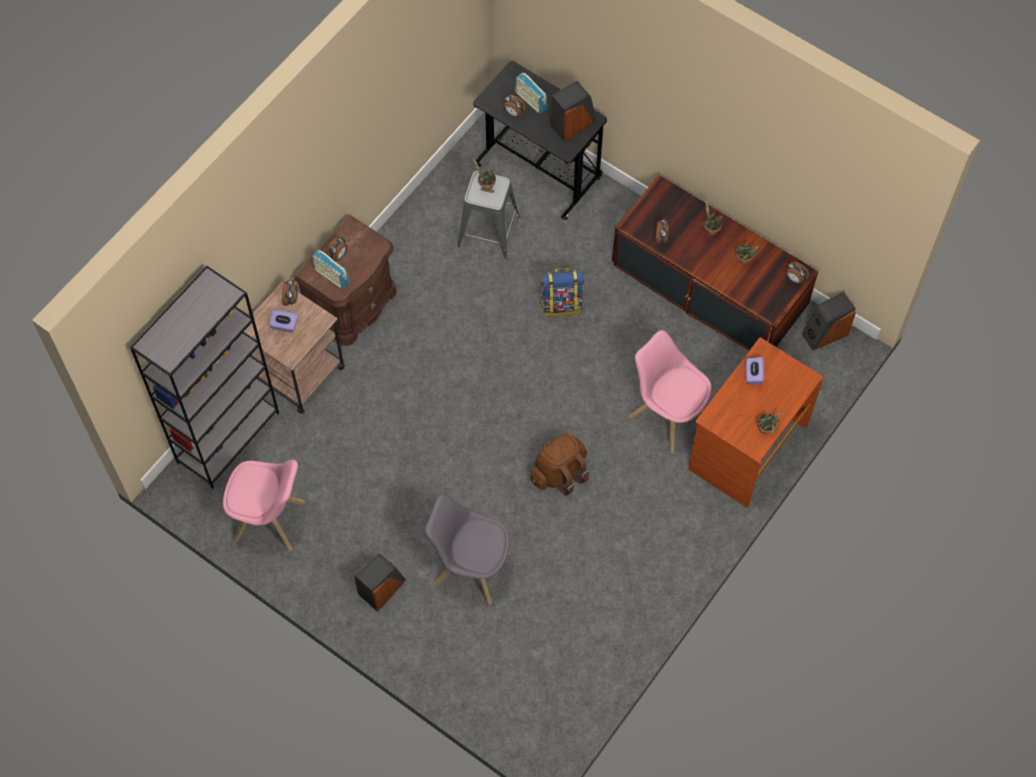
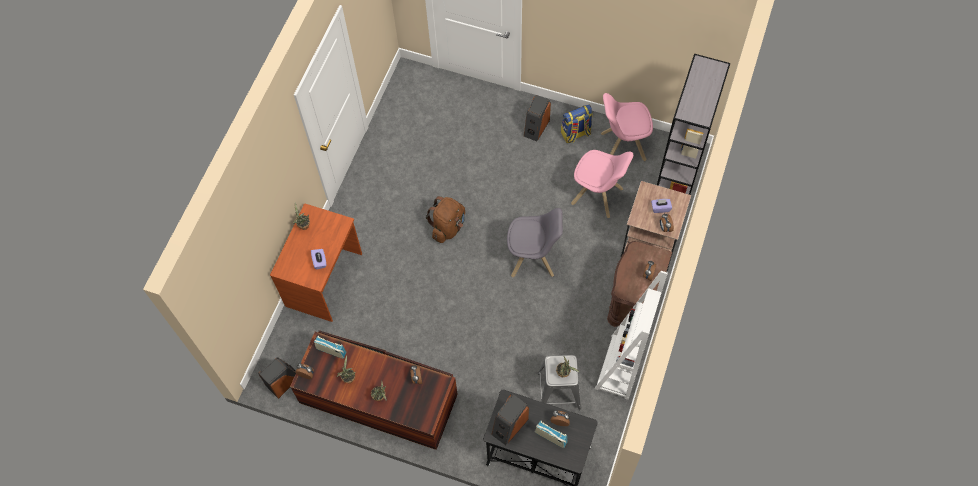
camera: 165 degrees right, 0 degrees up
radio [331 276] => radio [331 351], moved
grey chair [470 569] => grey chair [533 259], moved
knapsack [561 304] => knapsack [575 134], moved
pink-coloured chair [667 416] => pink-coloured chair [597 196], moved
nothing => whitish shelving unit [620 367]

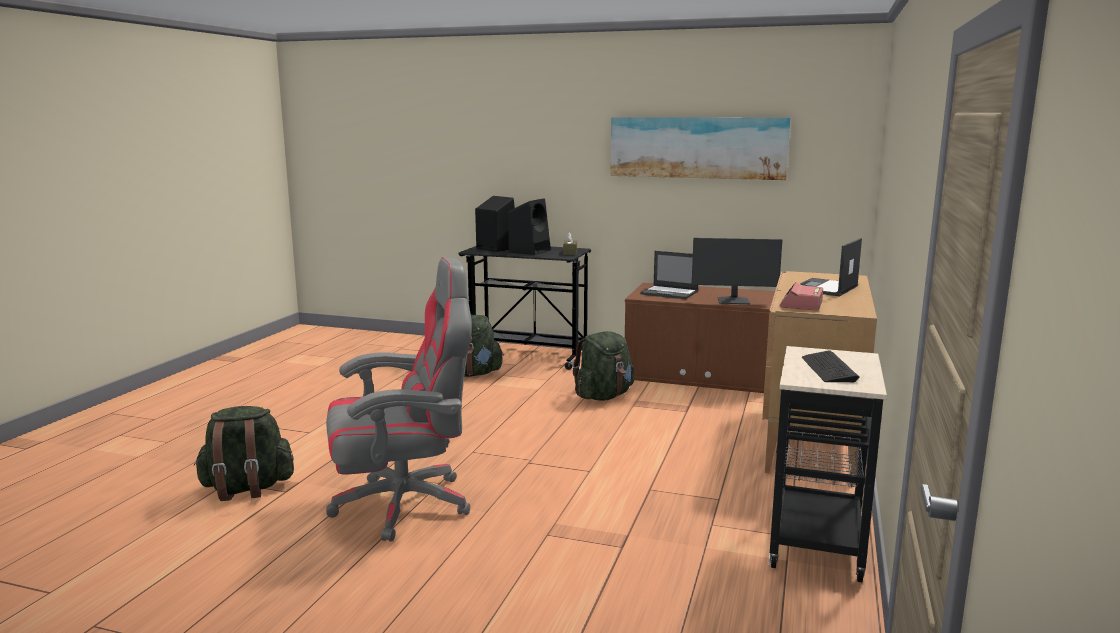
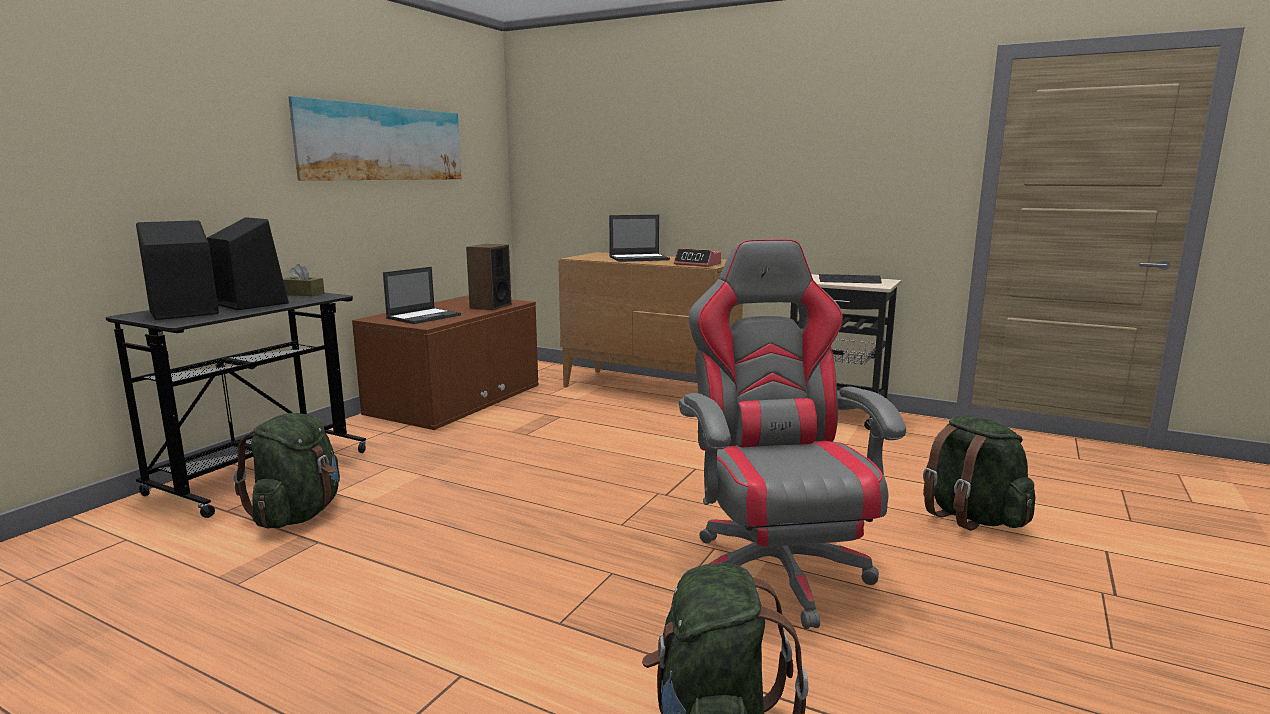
camera: 80 degrees left, 0 degrees up
green-coloured knapsack [603 396] => green-coloured knapsack [971 517], moved
computer screen [733 301] => audio speaker [490 306]
laptop [825 288] => laptop [639 258], 60 degrees counterclockwise

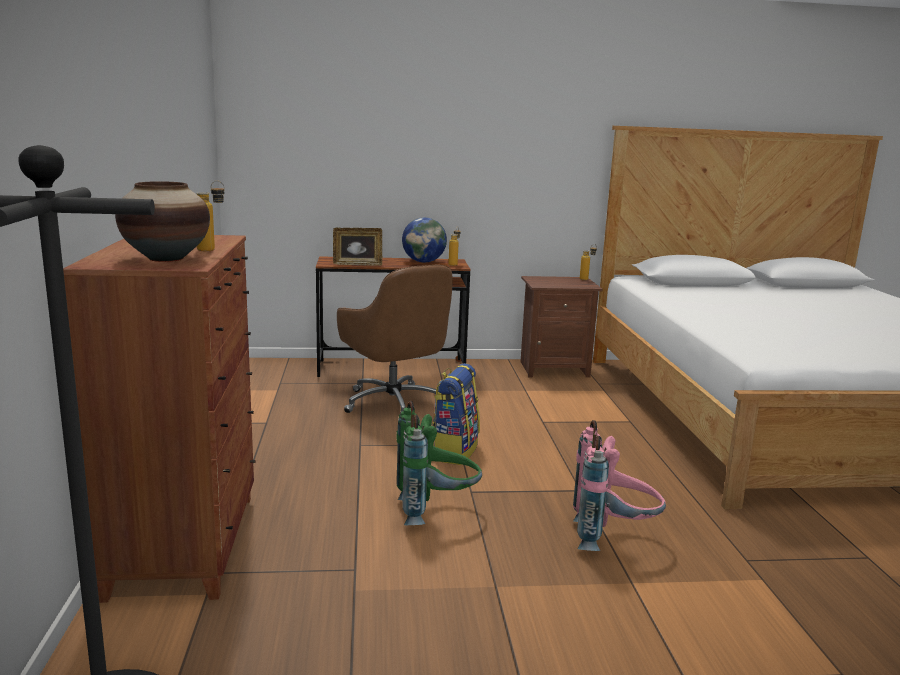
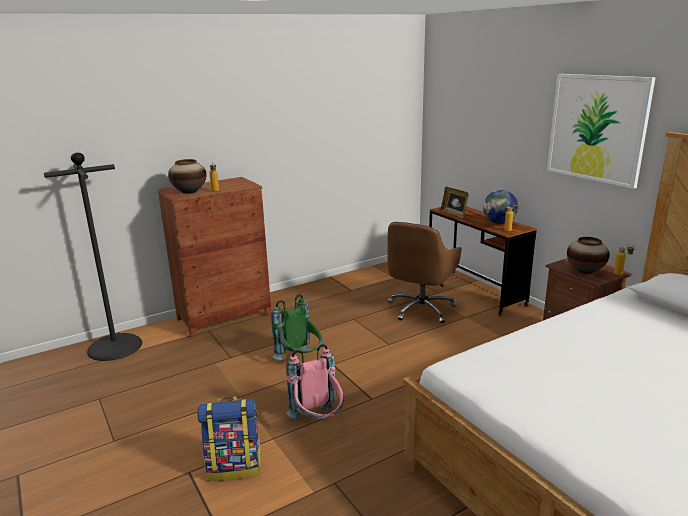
camera: 65 degrees right, 5 degrees up
knapsack [453 451] => knapsack [234 467], moved
nothing => wall picture [597 128]
nothing => vase [585 271]

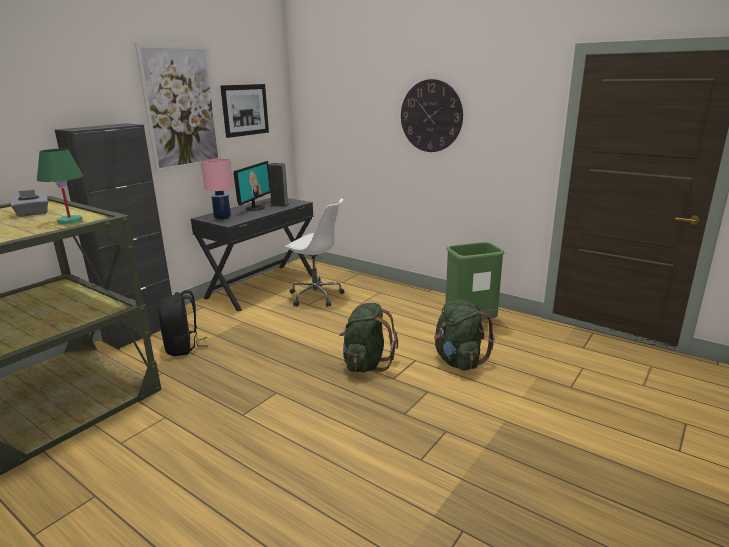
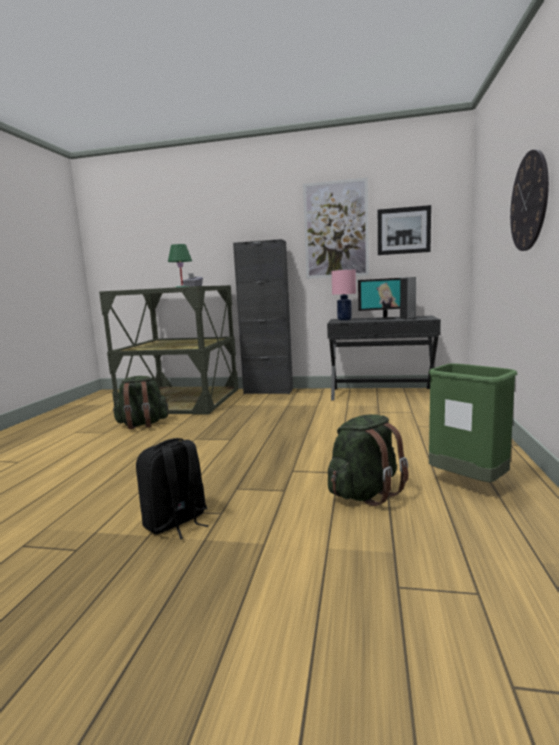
camera: 65 degrees right, 10 degrees down
black-coloured knapsack [183 347] => black-coloured knapsack [176 522], moved
whitish computer chair [317 297] => nothing
green-coloured knapsack [366 363] => green-coloured knapsack [142 424], moved

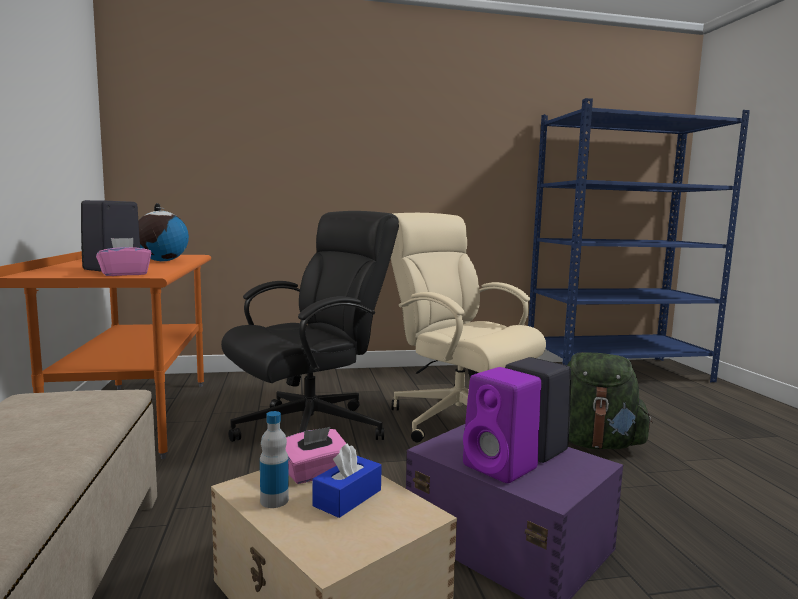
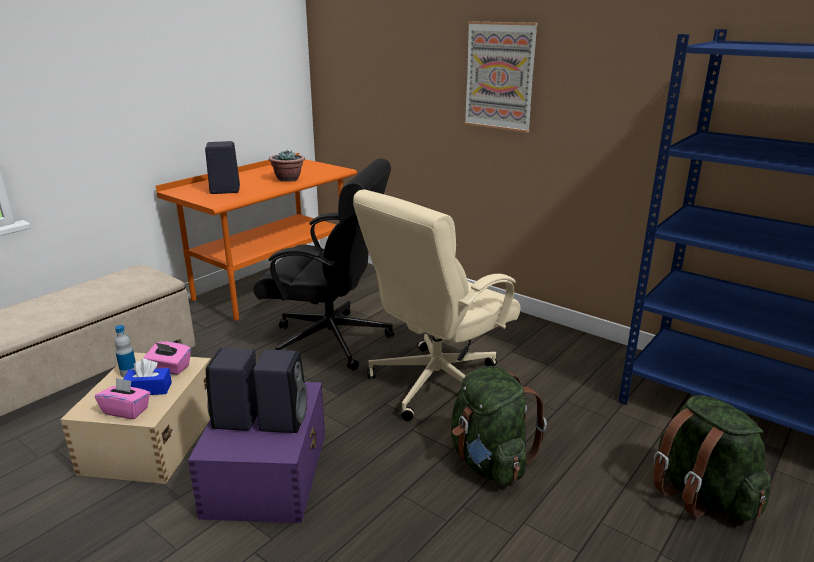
camera: 50 degrees right, 15 degrees up
pink-coloured tissue holder [124 274] => pink-coloured tissue holder [126 410], moved
desk globe [161 261] => potted plant [288 179]
beige computer chair [458 420] => beige computer chair [437 382], 135 degrees counterclockwise
purplish audio speaker [502 467] => black-coloured audio speaker [237 419]
nothing => wall picture [499 76]
nothing => green-coloured knapsack [701 494]

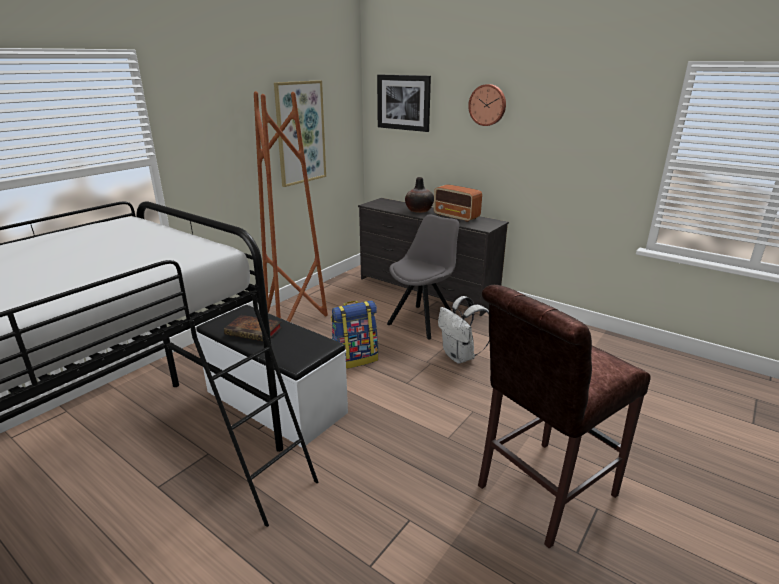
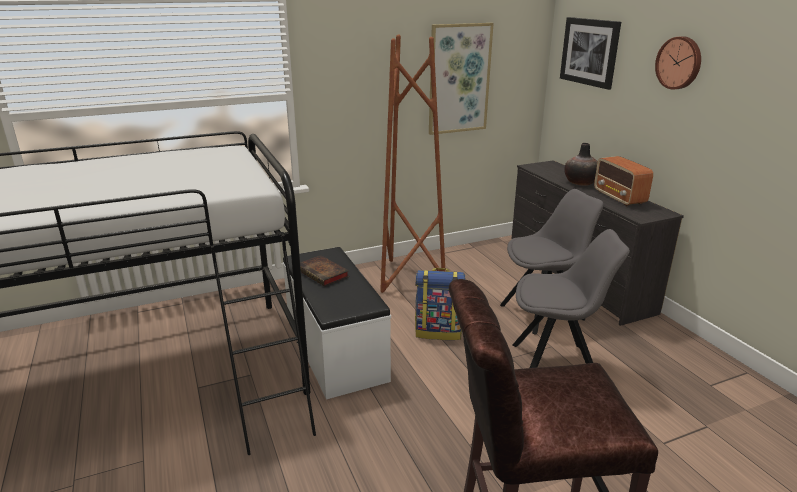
camera: 30 degrees right, 0 degrees up
whitish knapsack [460 357] => grey chair [555 364]

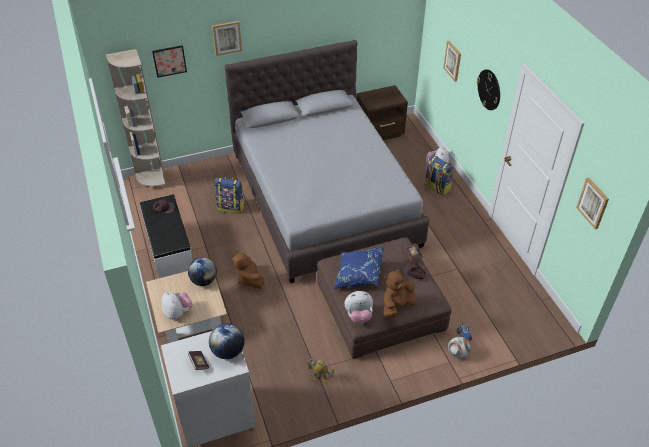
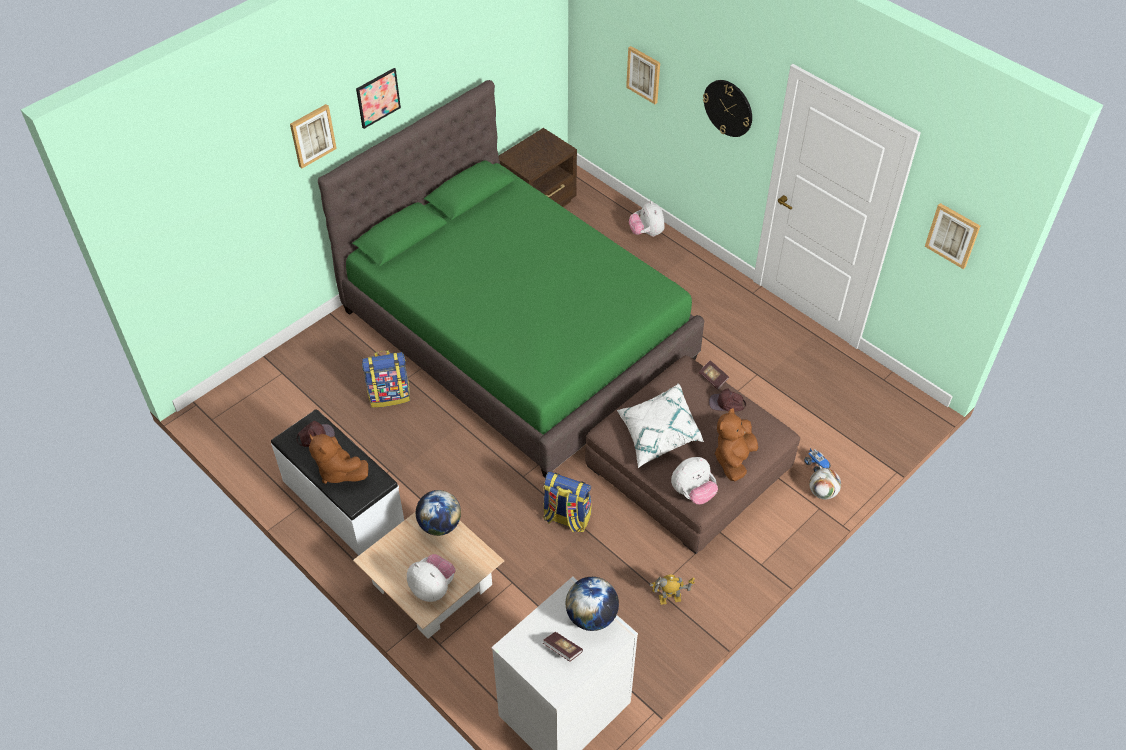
camera: 25 degrees left, 5 degrees up
beige shelving unit [152 181] => nothing
wall picture [169 61] => wall picture [378 97], moved
grey bed [323 198] => green-coloured bed [517 334]
brownish soft toy [249 279] => brownish soft toy [338 471], moved
blue-coloured throw pillow [358 275] => whitish throw pillow [657 435]
knapsack [436 188] => knapsack [566 518], moved

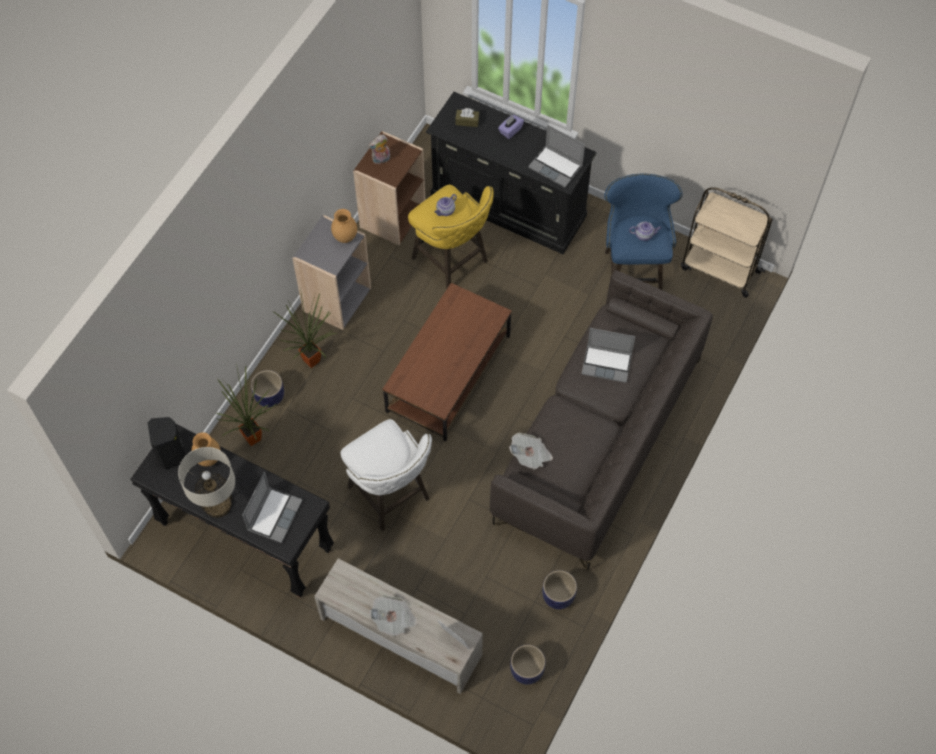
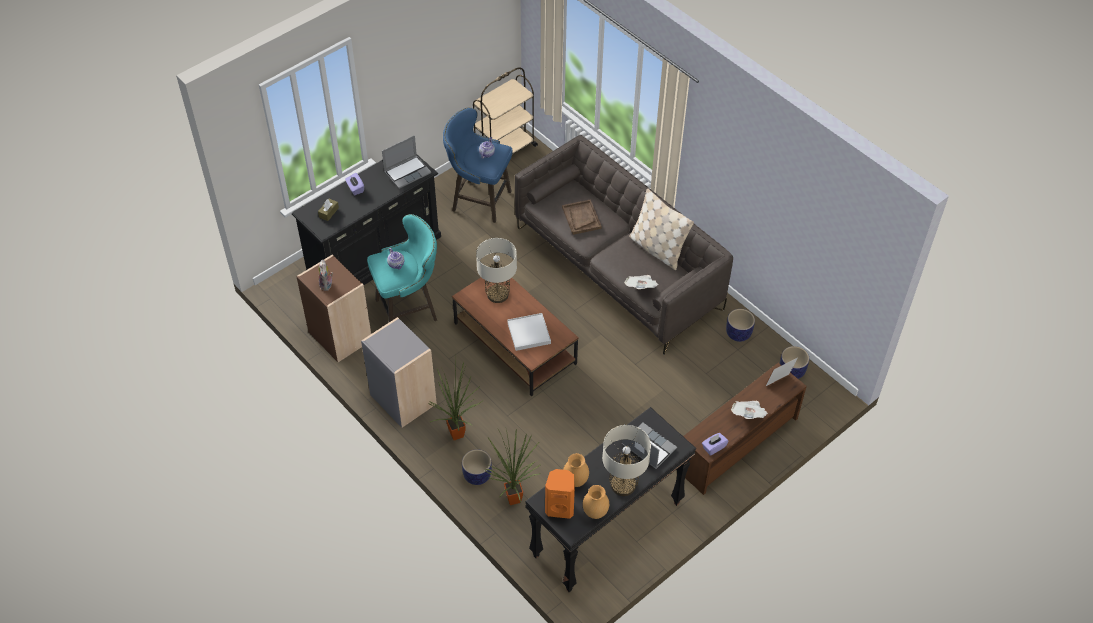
camera: 70 degrees left, 10 degrees down
black-coloured audio speaker [172 455] => orange-coloured audio speaker [560 507]
whitish media console [400 637] => brownish media console [737 444]
brownish vase [345 238] => brownish vase [595 513], moved
whitish sitting stool [391 496] => nothing
yellowish sitting stool [452 262] => blue-green sitting stool [409 309]
laptop [607 363] => brownish tray [581 218]
nothing => tabletop lamp [497 294]
nothing => whitish tray [529 333]
nothing => beige throw pillow [657 249]
nothing => purplish tissue holder [713 447]

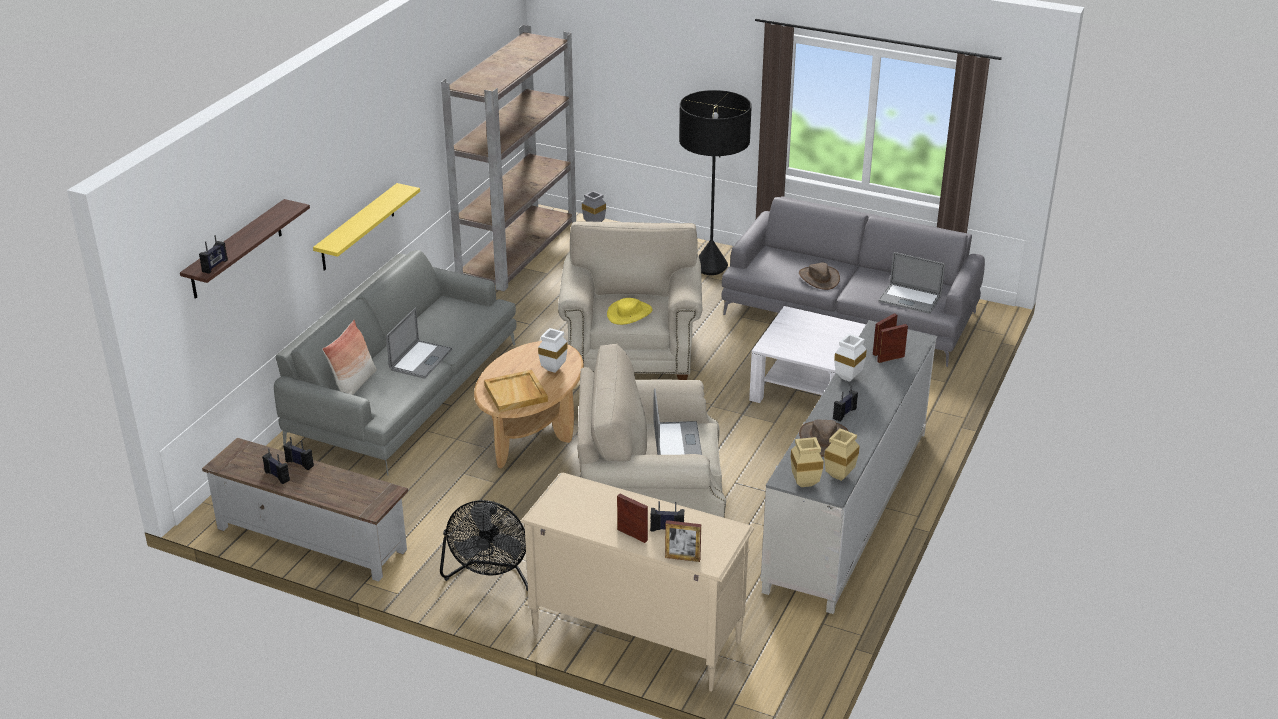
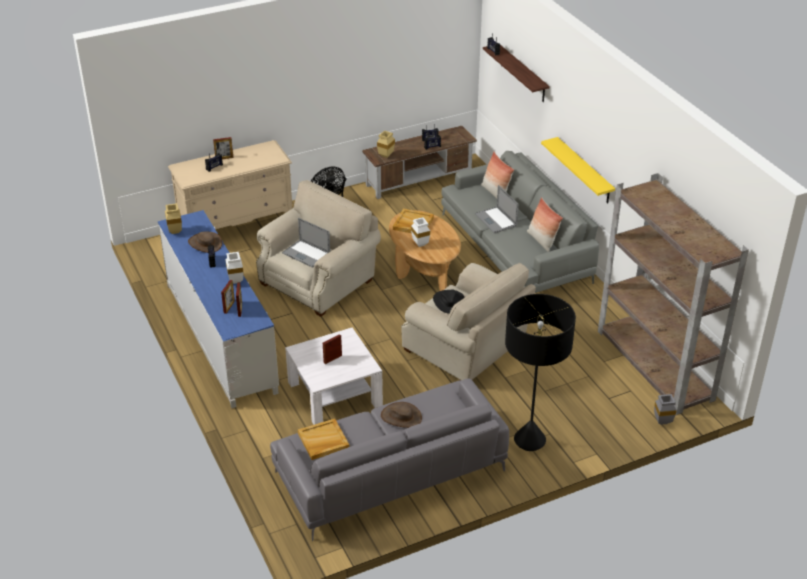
camera: 130 degrees right, 5 degrees up
yellowish hat [629 313] => black-coloured hat [448 302]
standing frame [682 558] => standing frame [332 359], moved
grey storage cabinet [848 507] => blue-coloured storage cabinet [220 337]
beige vase [803 484] => beige vase [386 155], moved
laptop [909 299] => beige tray [323 441]
nothing => throw pillow [542 240]

